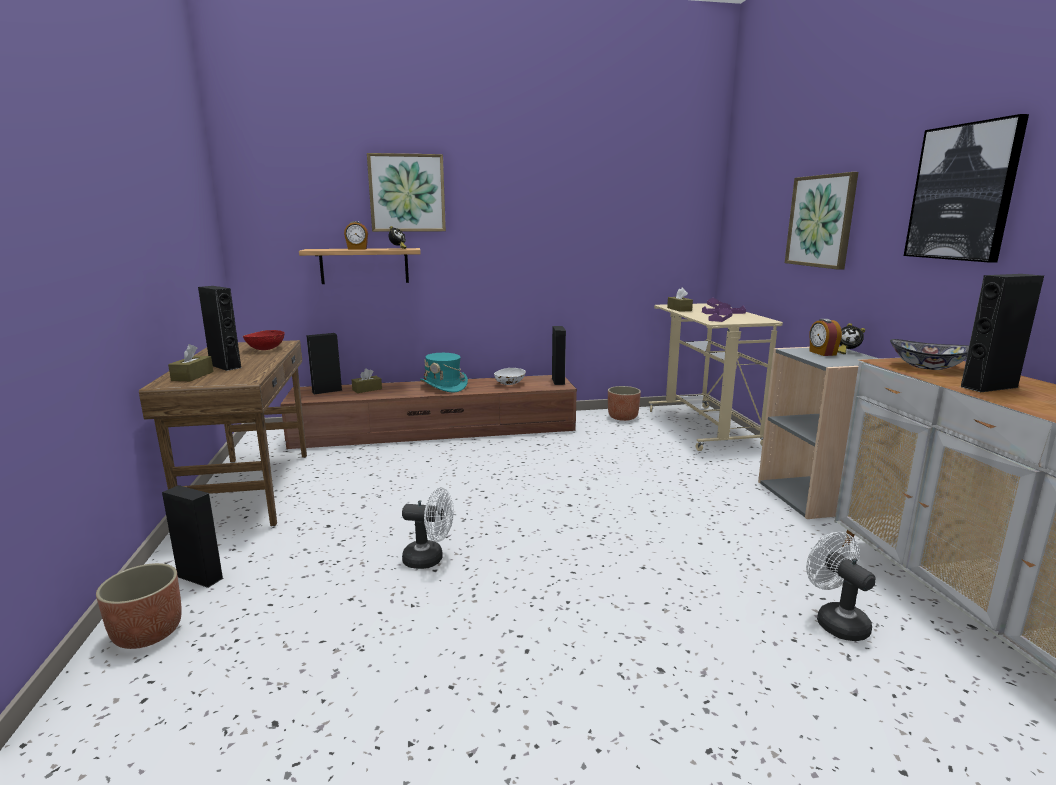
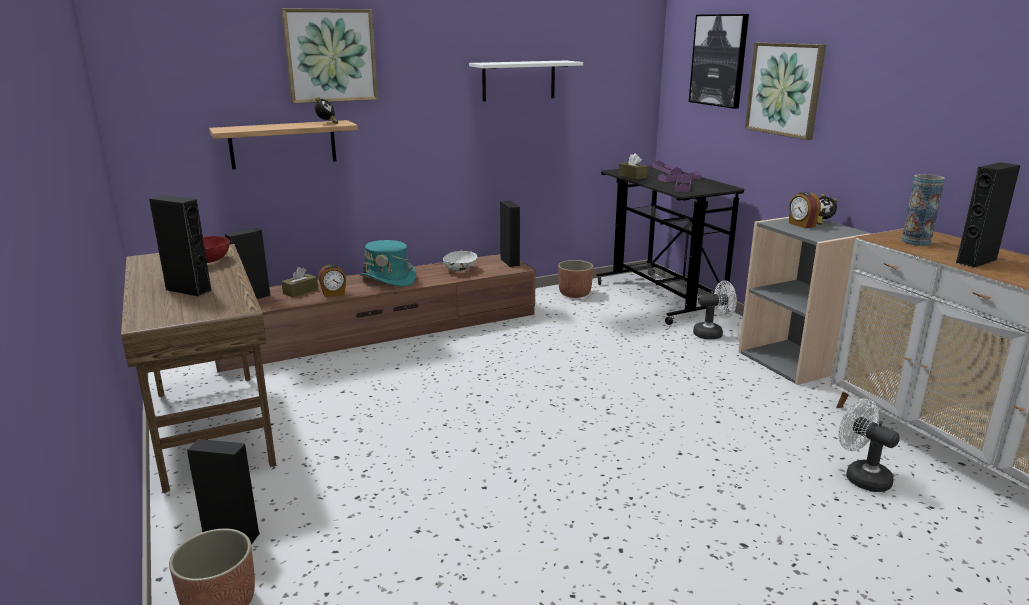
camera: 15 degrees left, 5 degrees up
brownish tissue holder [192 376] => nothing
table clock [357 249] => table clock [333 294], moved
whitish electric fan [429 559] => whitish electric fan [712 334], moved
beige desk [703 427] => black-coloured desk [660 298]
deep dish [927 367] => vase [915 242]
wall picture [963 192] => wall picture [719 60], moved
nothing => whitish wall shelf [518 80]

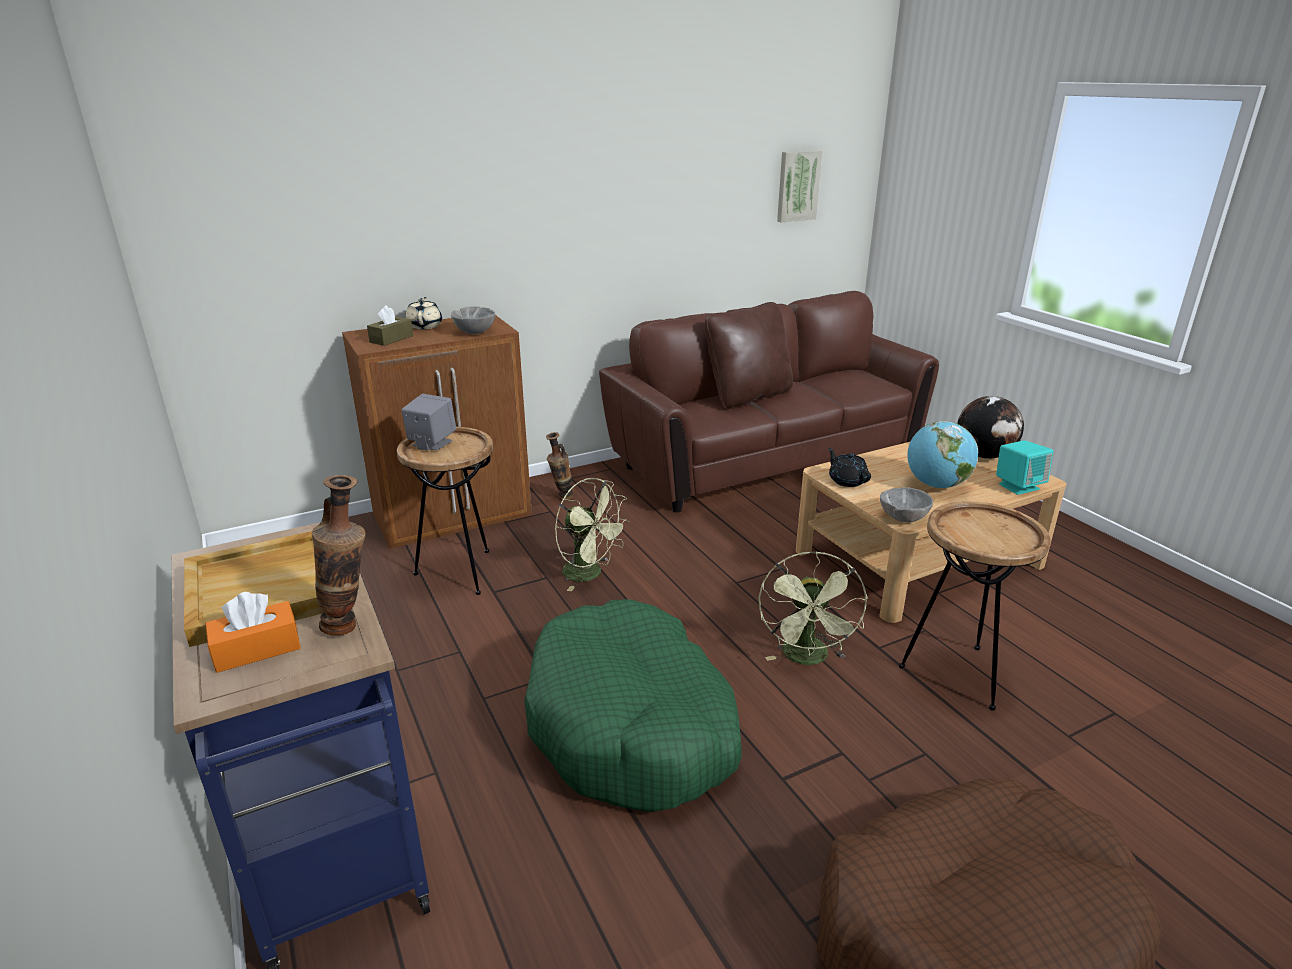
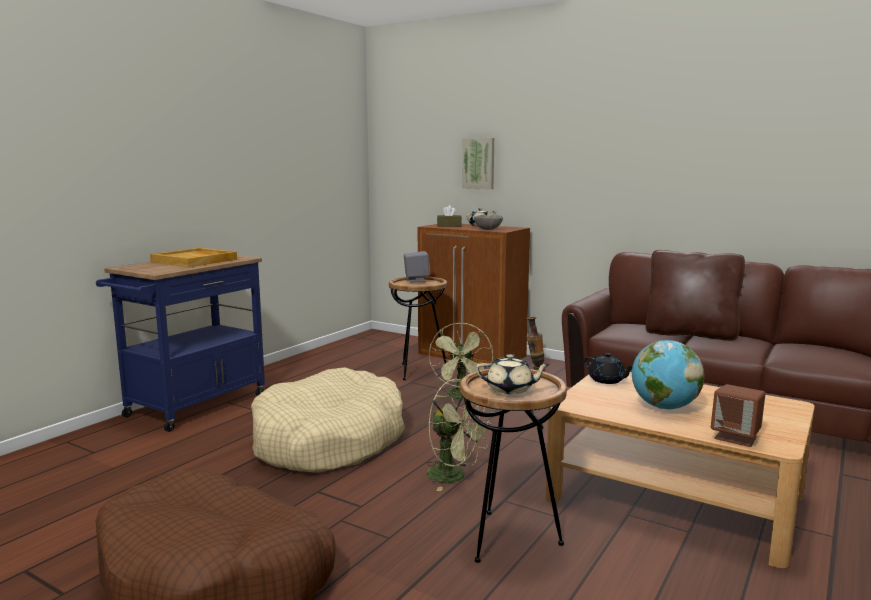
camera: 60 degrees right, 15 degrees down
orange-coloured tissue holder [257 649] => nothing
vase [351 626] => nothing
green-coloured dog cushion [632 725] => beige dog cushion [328 441]
green-coloured electric fan [807 658] => green-coloured electric fan [454 477], 120 degrees counterclockwise
wall picture [797 186] => wall picture [479 163], moved
black-coloured pot for tea [847 480] => black-coloured pot for tea [607 380], 105 degrees clockwise
grey deep dish [903 518] => nothing
desk globe [984 455] => nothing
blue-green audio speaker [1018 486] => brownish audio speaker [736 437]
nothing => beige pot for tea [510 389]

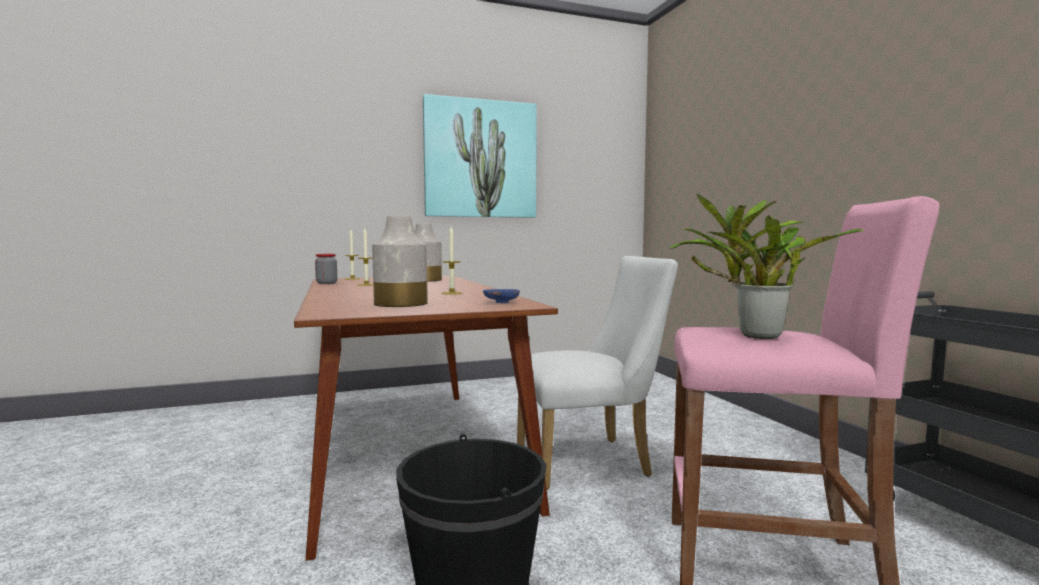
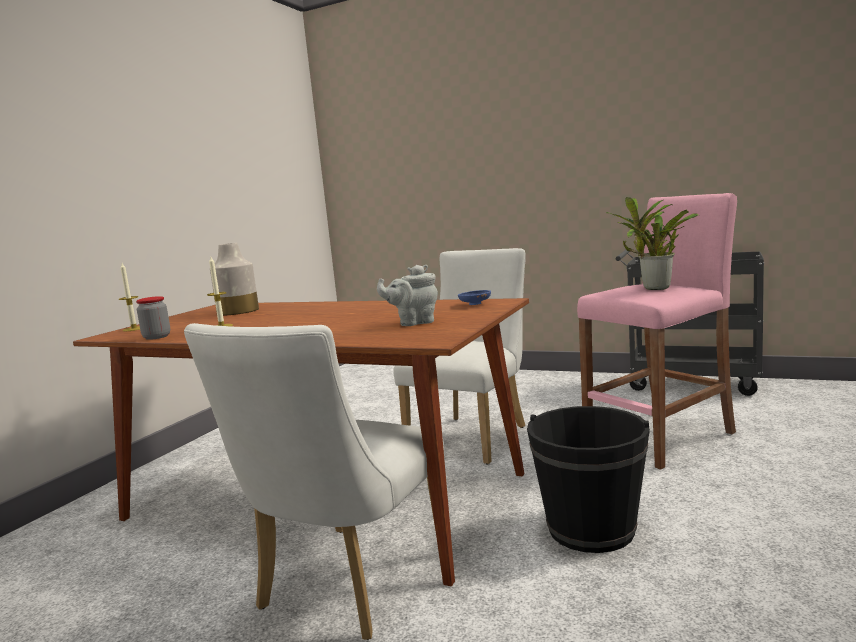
camera: 45 degrees left, 5 degrees up
beige vase [401 303] => grey pot for tea [413 323]
wall picture [480 159] => nothing
wax light [452 293] => nothing
nothing => whitish chair [346 587]

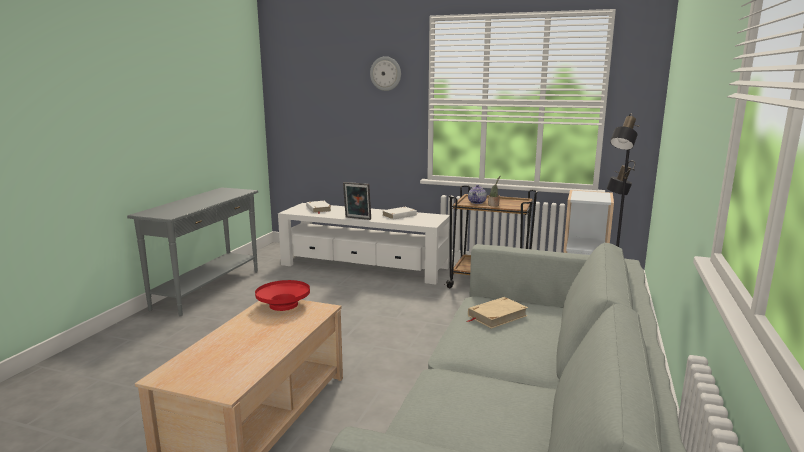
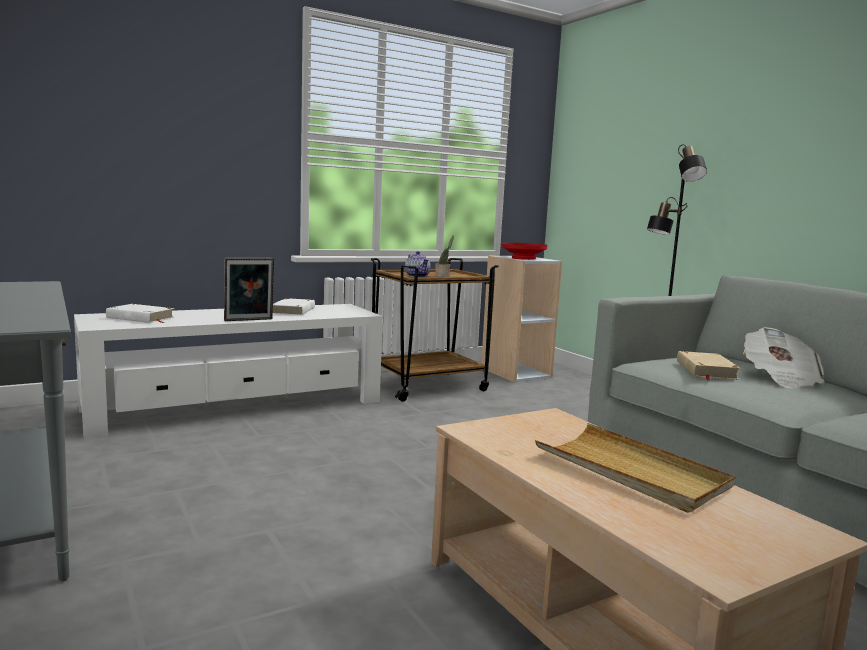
camera: 50 degrees left, 5 degrees down
red deep dish [283 305] => red deep dish [523 258], moved
hanging clock [385 73] => nothing
nothing => beige tray [631 471]
nothing => daily paper [780 378]

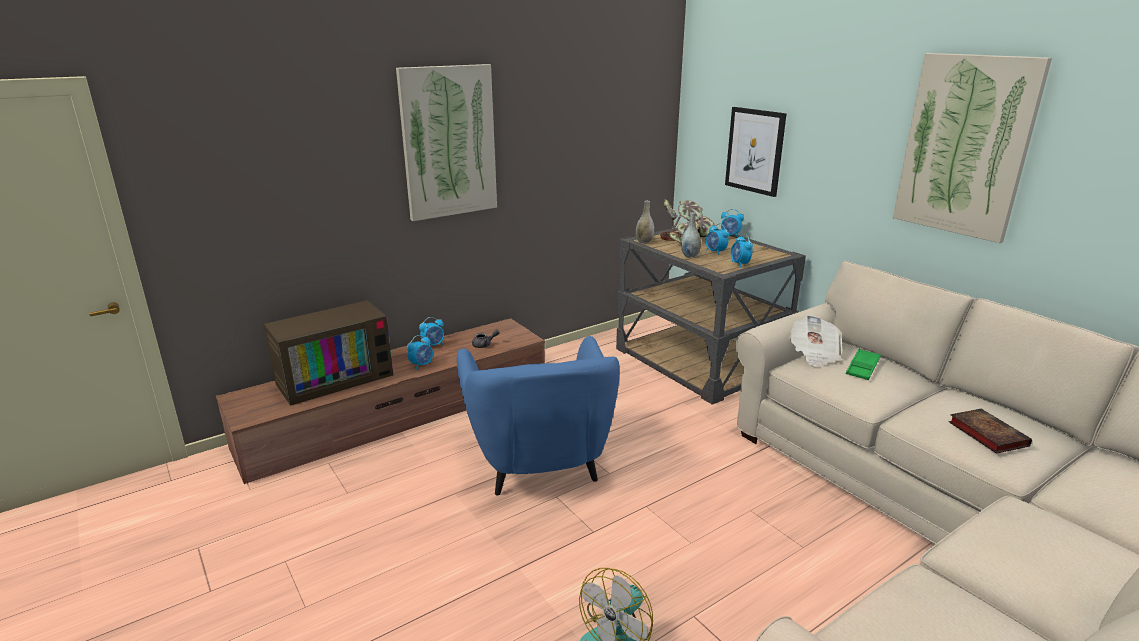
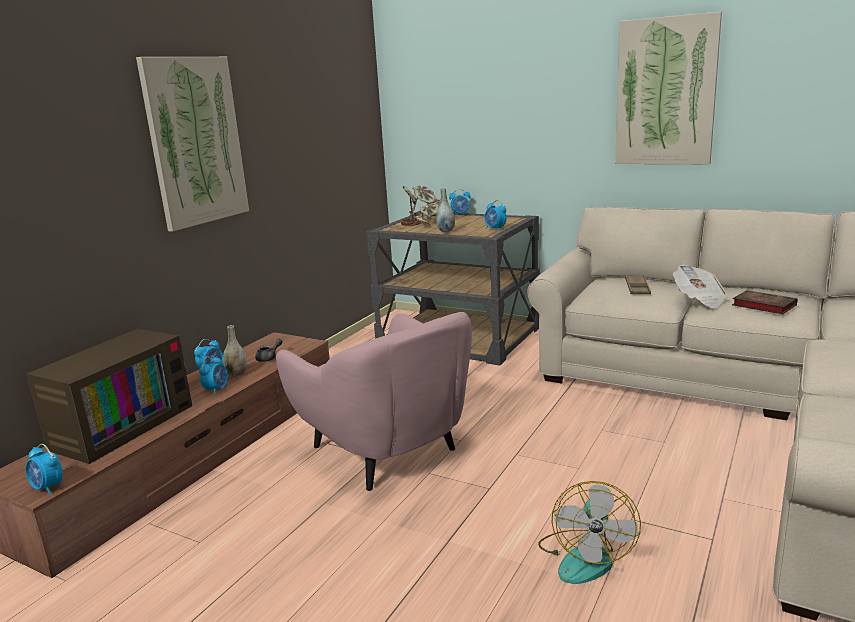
camera: 25 degrees left, 5 degrees down
blue-coloured lounge chair [538 462] => pink-coloured lounge chair [386 451]
grey vase [644 241] => grey vase [237 374], moved
table clock [715 252] => table clock [48 487], moved
wall picture [755 151] => nothing
daily paper [814 354] => daily paper [699 300], moved
green-coloured tray [862 368] => brownish tray [637 288]

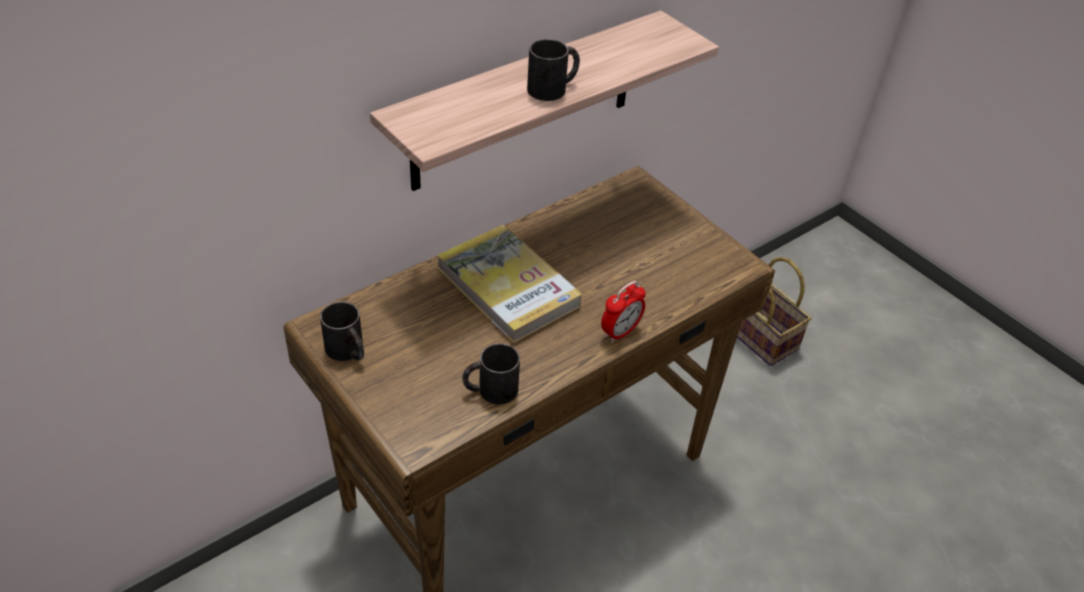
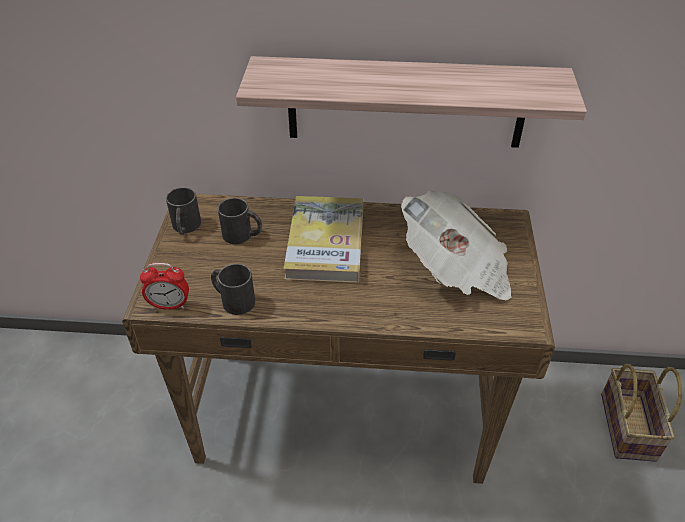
camera: 45 degrees right, 0 degrees up
black-coloured coffee mug [553 88] => black-coloured coffee mug [243 235], moved
table clock [620 332] => table clock [170 305], moved
nothing => daily paper [456 269]

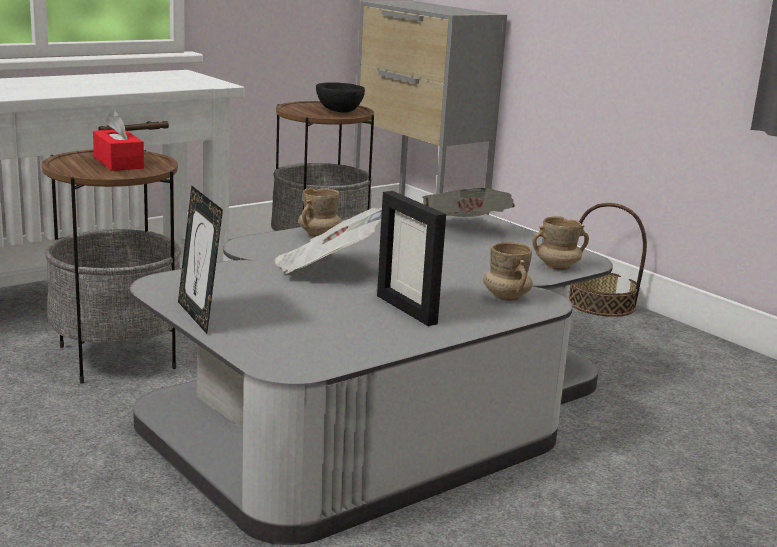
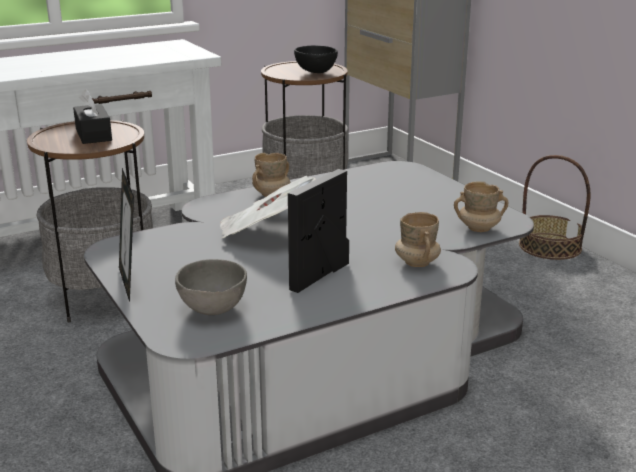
camera: 10 degrees right, 5 degrees up
red tissue holder [118 162] => black-coloured tissue holder [93 134]
standing frame [408 309] => standing frame [319 276], 60 degrees clockwise
daily paper [465 229] => nothing
nothing => grey deep dish [212 308]

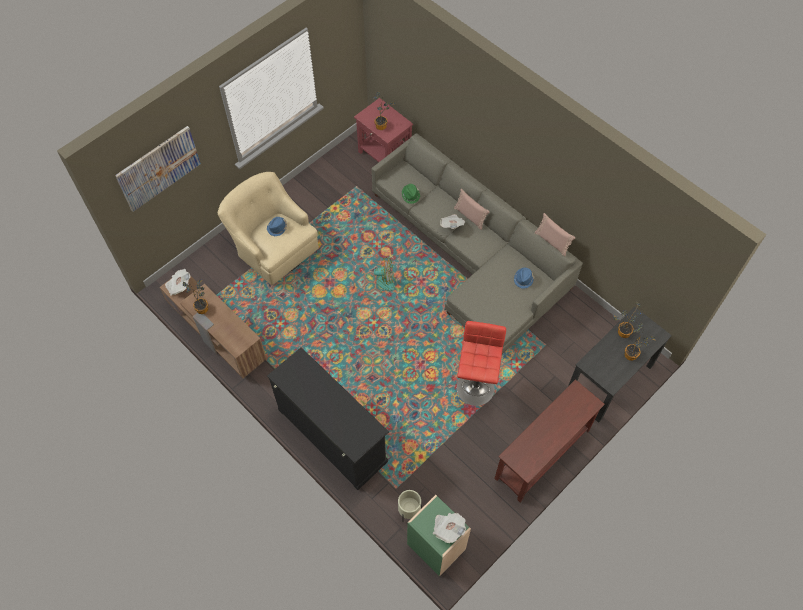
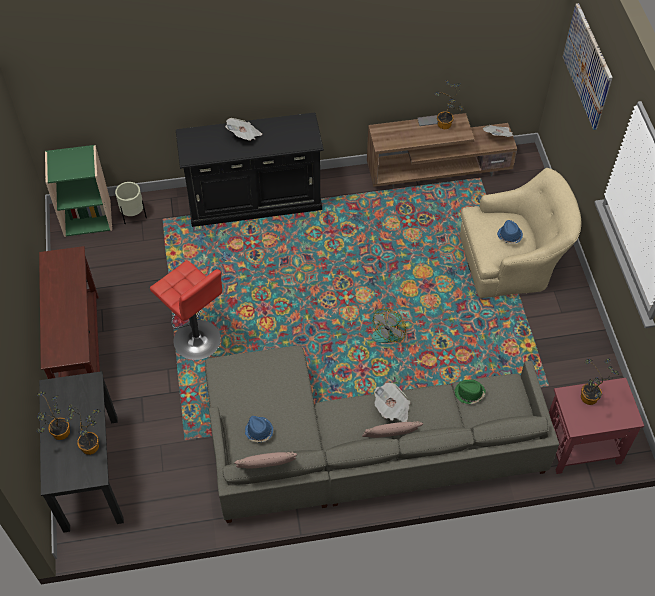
camera: 125 degrees right, 5 degrees down
daily paper [448 528] => daily paper [244 135], moved

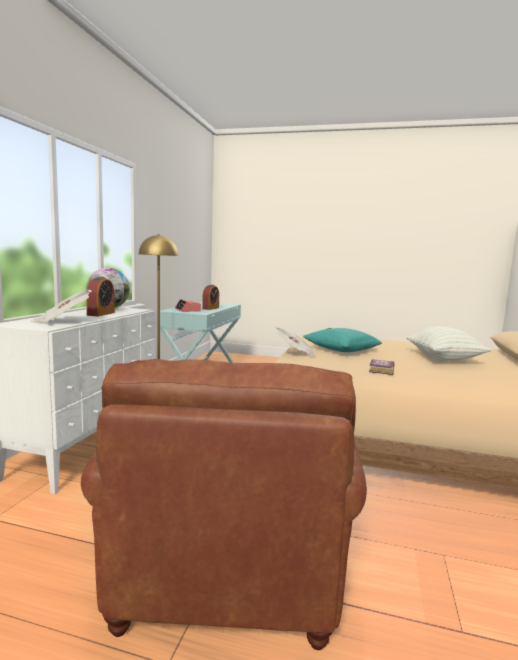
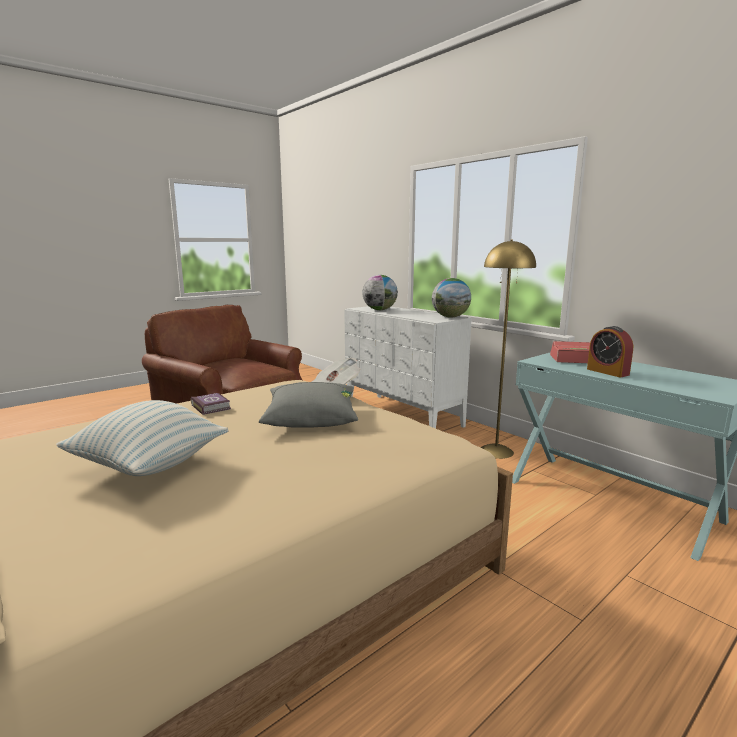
camera: 125 degrees right, 5 degrees up
daily paper [62 321] => desk globe [380 310]
table clock [101 314] => nothing
blue-green throw pillow [341 350] => grey throw pillow [311 420]

